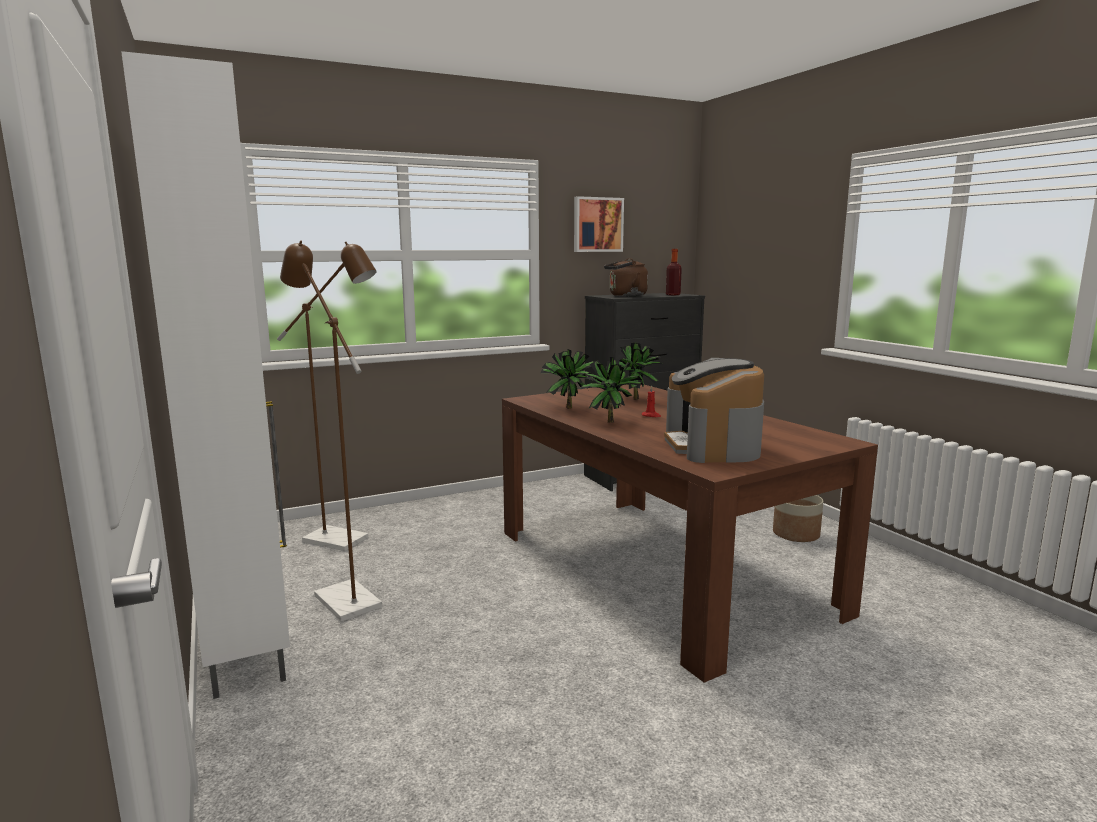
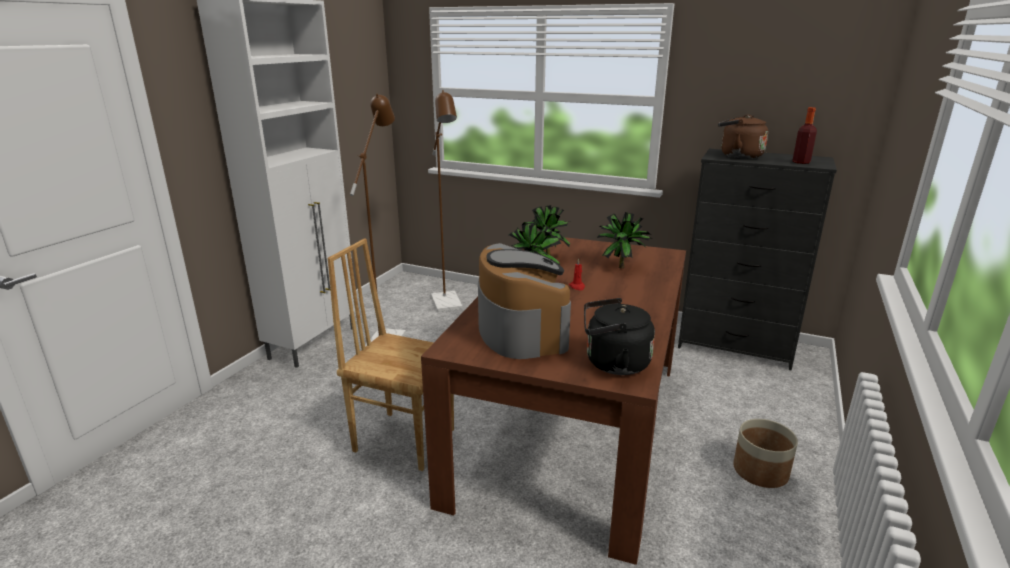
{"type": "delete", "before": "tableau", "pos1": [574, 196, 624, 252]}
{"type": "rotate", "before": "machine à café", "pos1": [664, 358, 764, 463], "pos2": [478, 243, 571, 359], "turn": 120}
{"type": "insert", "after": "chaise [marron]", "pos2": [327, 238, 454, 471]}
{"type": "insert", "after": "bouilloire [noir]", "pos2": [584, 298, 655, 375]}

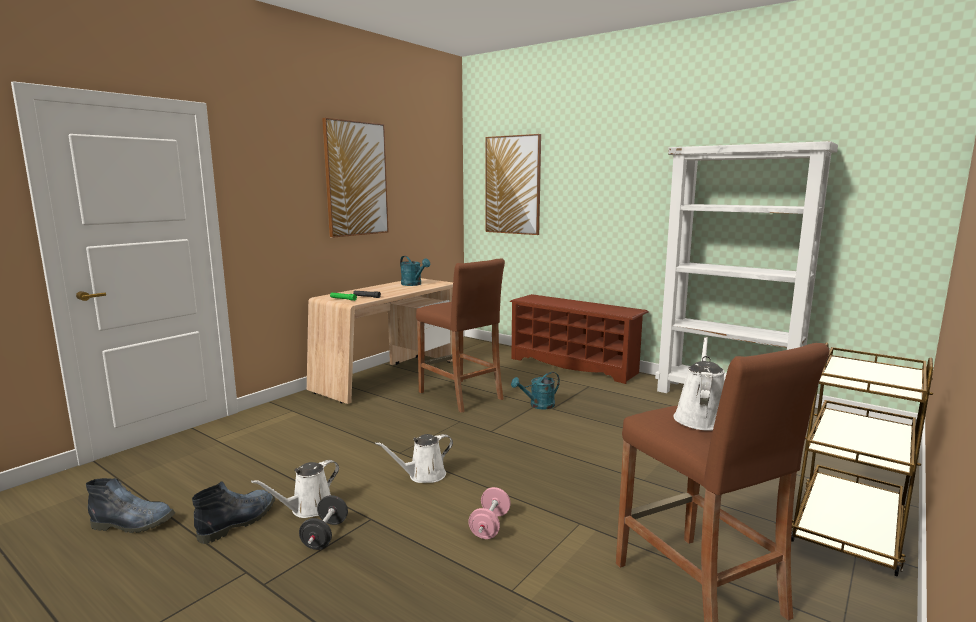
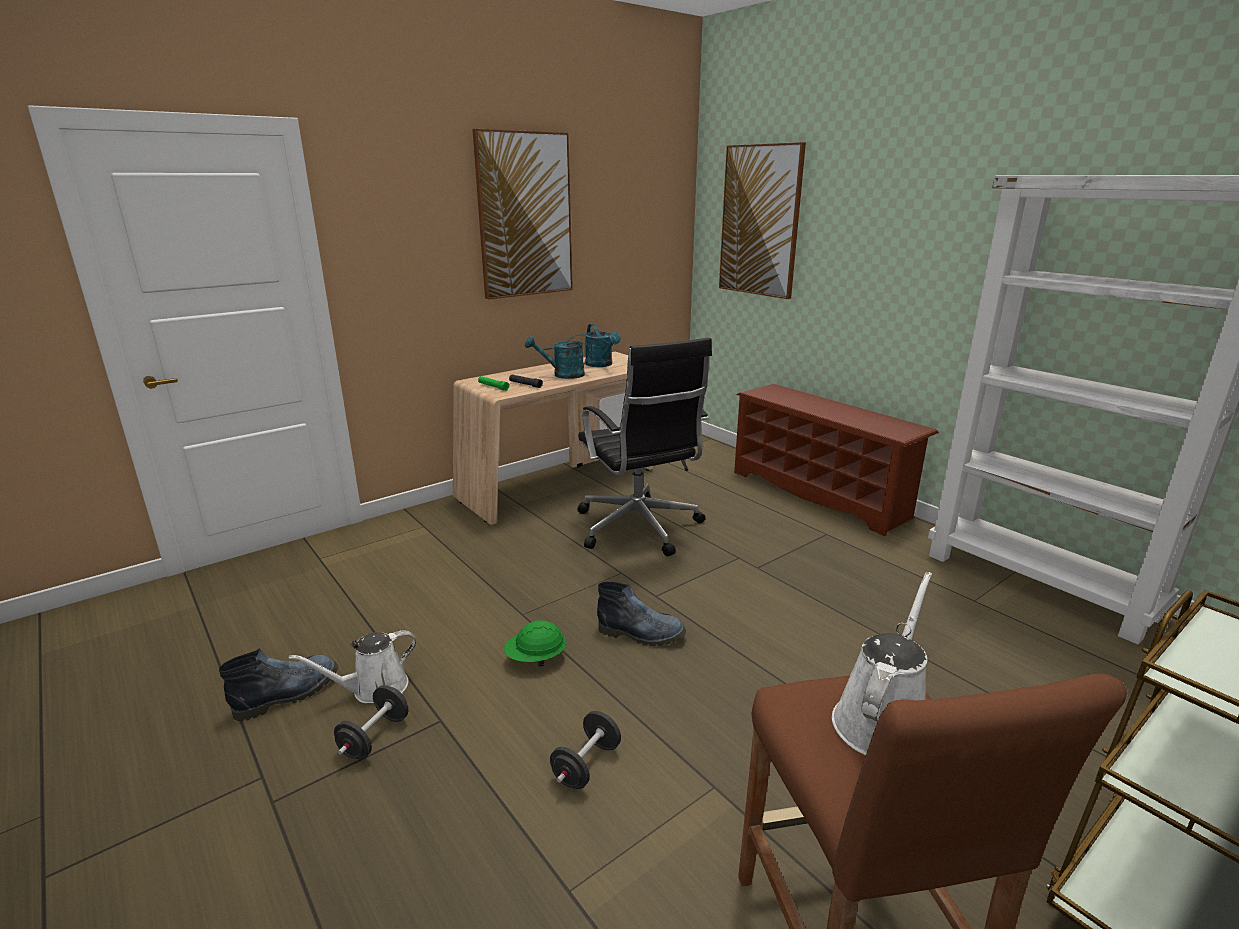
{"type": "replace", "before": "tabouret [marron]", "after": "chaise de bureau [noir]", "pos1": [416, 258, 505, 413], "pos2": [577, 338, 712, 556]}
{"type": "move", "before": "arrosoir [turquoise]", "pos1": [511, 372, 560, 409], "pos2": [525, 334, 592, 379]}
{"type": "replace", "before": "arrosoir [blanc]", "after": "casque de chantier [vert]", "pos1": [375, 434, 453, 483], "pos2": [504, 620, 566, 667]}
{"type": "move", "before": "botte", "pos1": [86, 478, 175, 533], "pos2": [597, 582, 686, 646]}
{"type": "recolor", "before": "haltère [rose]", "after": "haltère [noir]", "pos1": [468, 487, 511, 539], "pos2": [550, 711, 621, 789]}

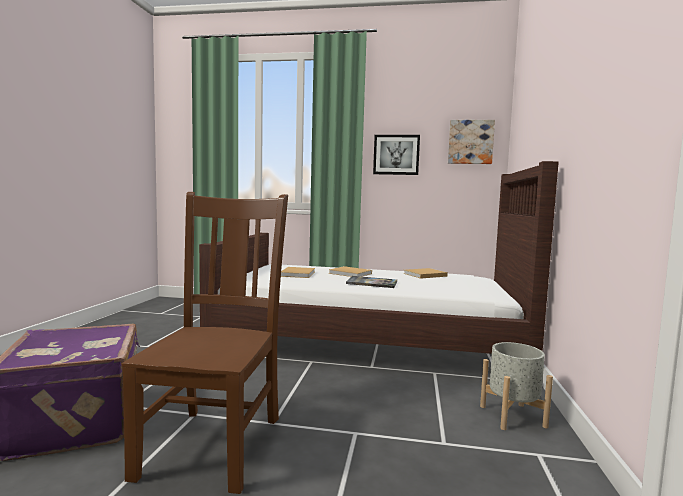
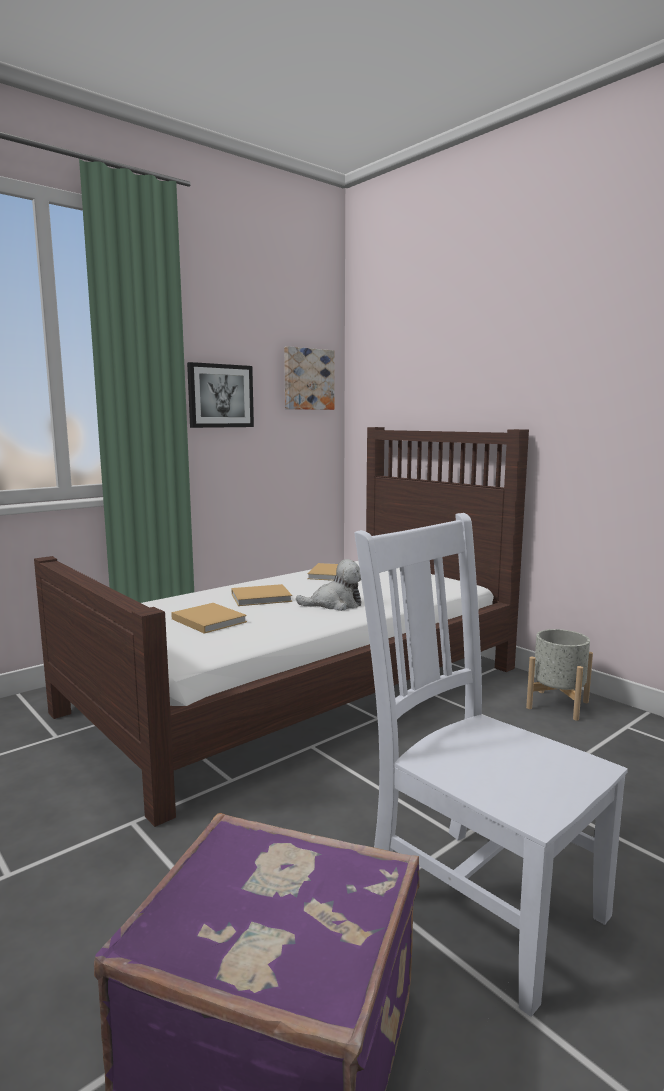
{"type": "recolor", "before": "chaise [marron]", "after": "chaise [blanc]", "pos1": [122, 192, 288, 494], "pos2": [354, 513, 628, 1017]}
{"type": "replace", "before": "livre", "after": "peluche", "pos1": [346, 276, 397, 288], "pos2": [296, 559, 361, 611]}

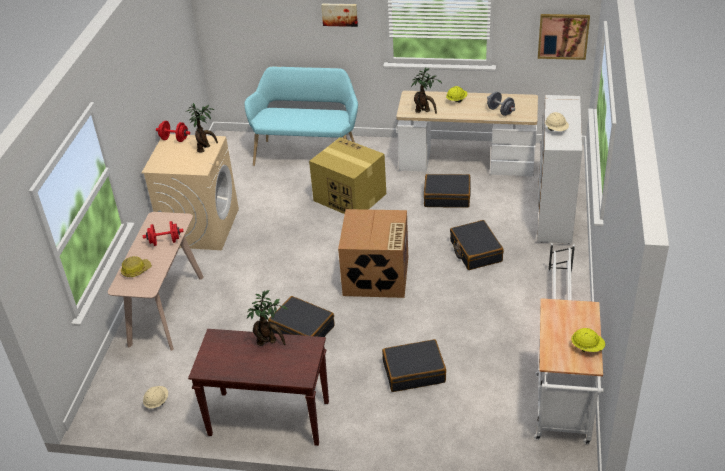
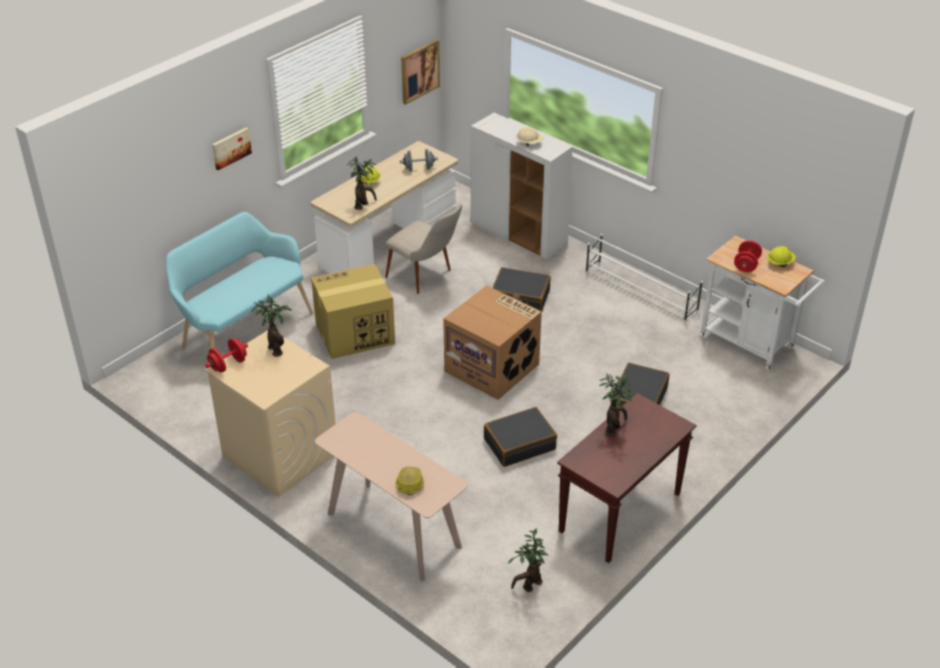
{"type": "replace", "before": "valise [noir]", "after": "chaise [beige]", "pos1": [424, 174, 471, 208], "pos2": [385, 204, 462, 294]}
{"type": "move", "before": "haltère [rouge]", "pos1": [143, 221, 184, 246], "pos2": [734, 240, 762, 272]}
{"type": "replace", "before": "casque de chantier [beige]", "after": "plante en pot", "pos1": [143, 386, 168, 408], "pos2": [508, 528, 548, 592]}

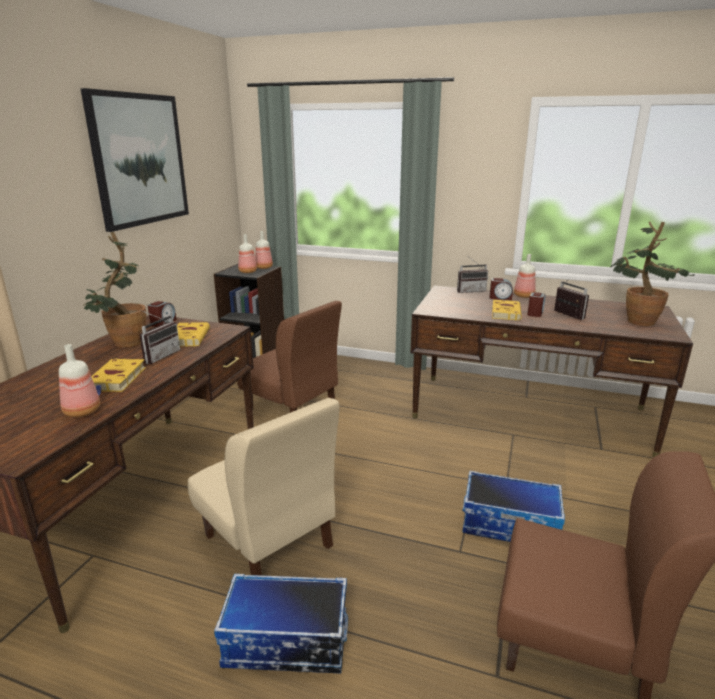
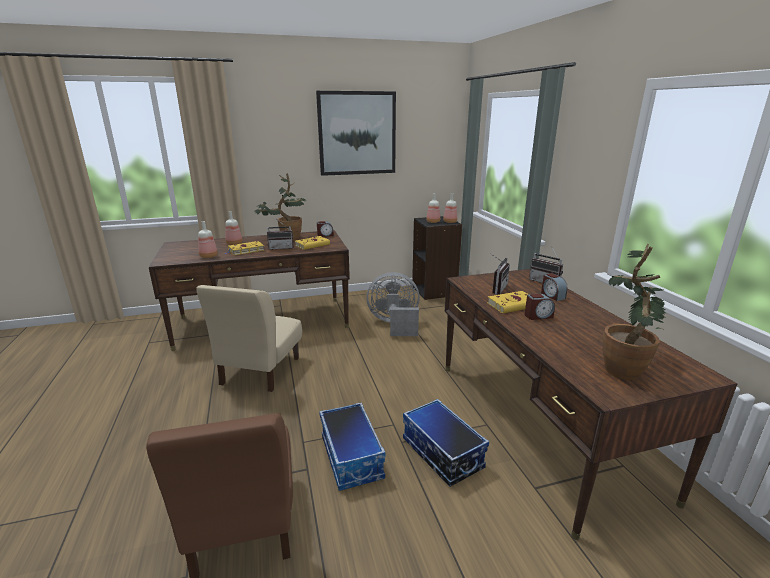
{"type": "move", "before": "bouteille", "pos1": [514, 254, 535, 298], "pos2": [226, 211, 243, 245]}
{"type": "move", "before": "radio", "pos1": [554, 279, 589, 320], "pos2": [490, 253, 510, 295]}
{"type": "replace", "before": "chaise [marron]", "after": "ventilateur [gris]", "pos1": [237, 301, 342, 413], "pos2": [366, 272, 420, 336]}
{"type": "move", "before": "boîte de rangement", "pos1": [214, 574, 348, 673], "pos2": [403, 399, 489, 487]}

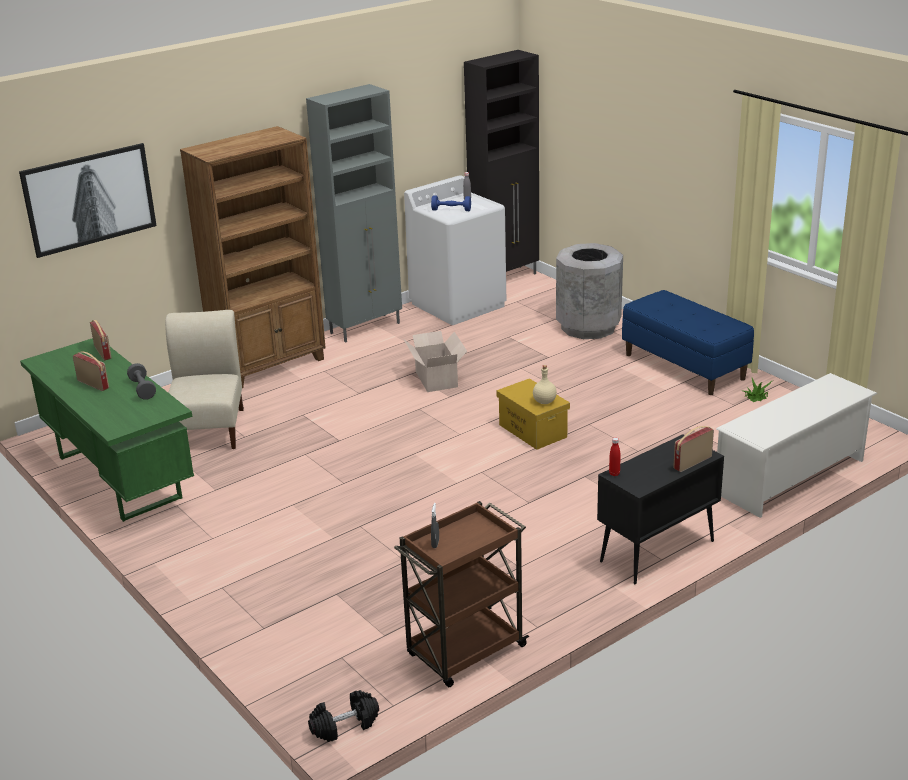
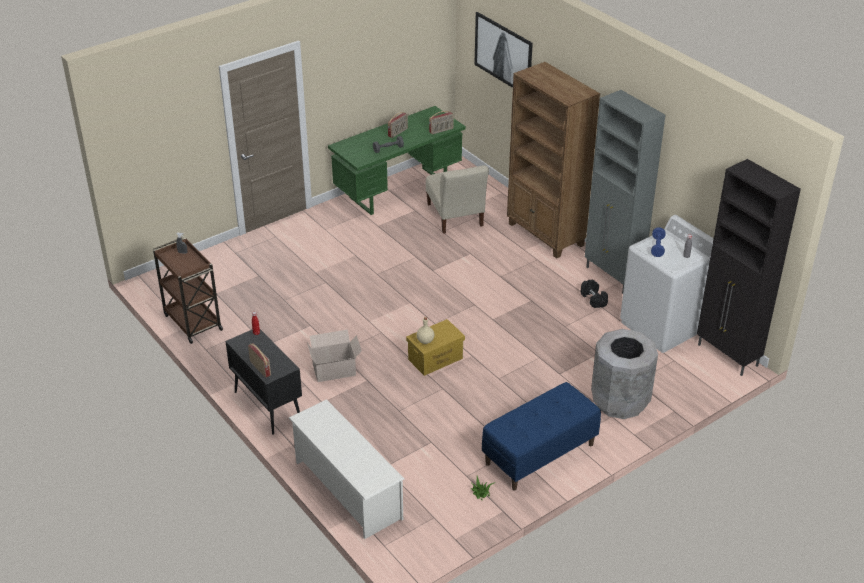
{"type": "rotate", "before": "chaise [beige]", "pos1": [165, 310, 244, 449], "pos2": [426, 165, 489, 234], "turn": 75}
{"type": "move", "before": "carton", "pos1": [404, 331, 467, 392], "pos2": [307, 330, 362, 382]}
{"type": "move", "before": "haltère [noir]", "pos1": [308, 690, 379, 742], "pos2": [581, 280, 608, 308]}

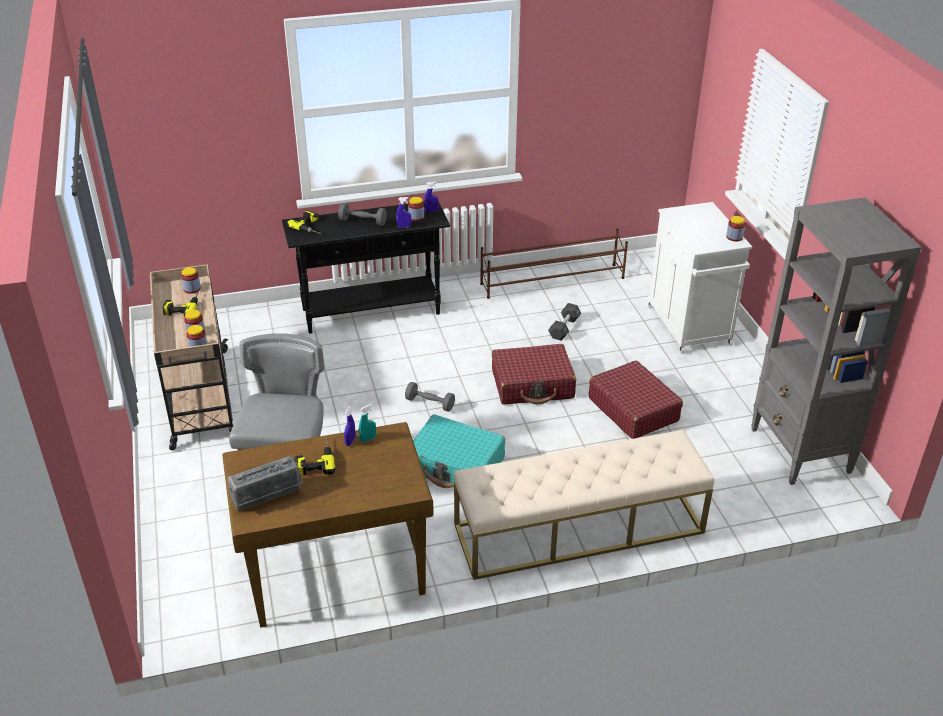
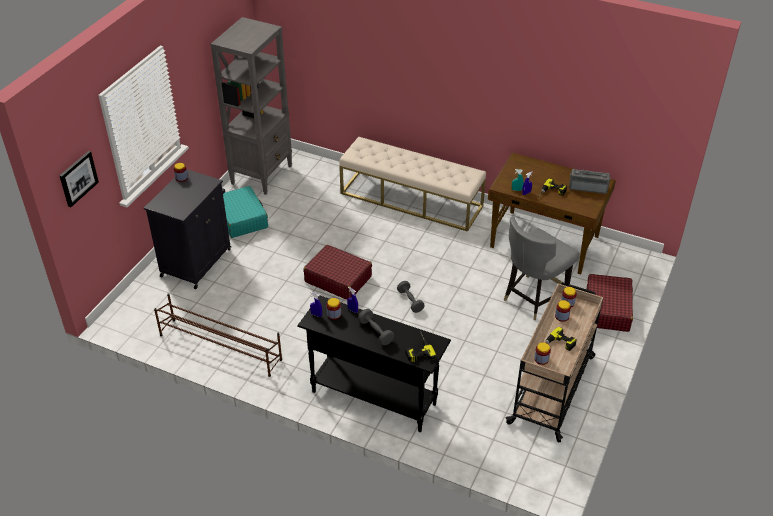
{"type": "recolor", "before": "meuble de rangement [blanc]", "after": "meuble de rangement [noir]", "pos1": [648, 202, 752, 354], "pos2": [144, 169, 231, 289]}
{"type": "delete", "before": "haltère [noir]", "pos1": [548, 303, 581, 341]}
{"type": "move", "before": "valise [rouge]", "pos1": [589, 360, 683, 439], "pos2": [587, 274, 633, 332]}
{"type": "move", "before": "valise [turquoise]", "pos1": [413, 414, 505, 488], "pos2": [223, 186, 268, 238]}
{"type": "insert", "after": "tableau", "pos2": [59, 151, 99, 207]}

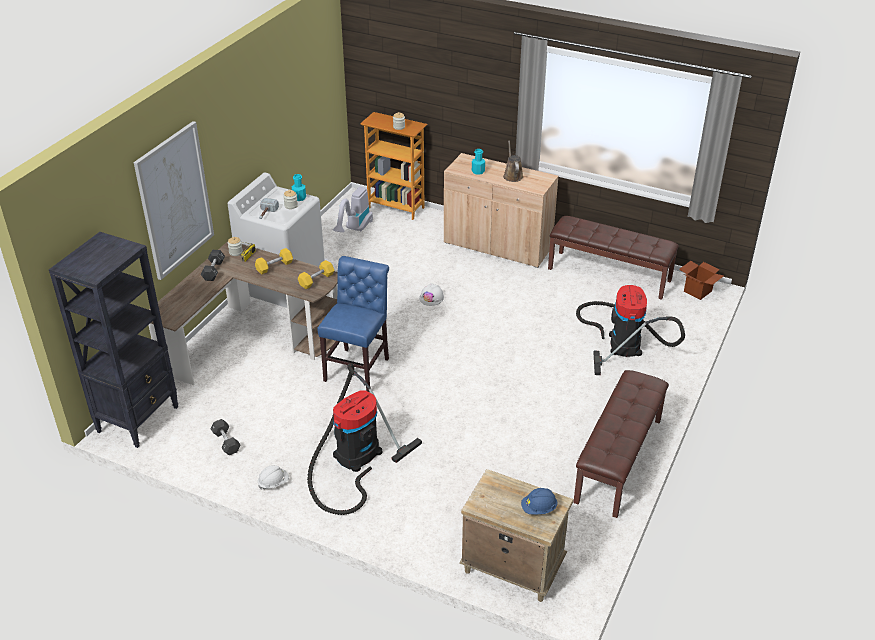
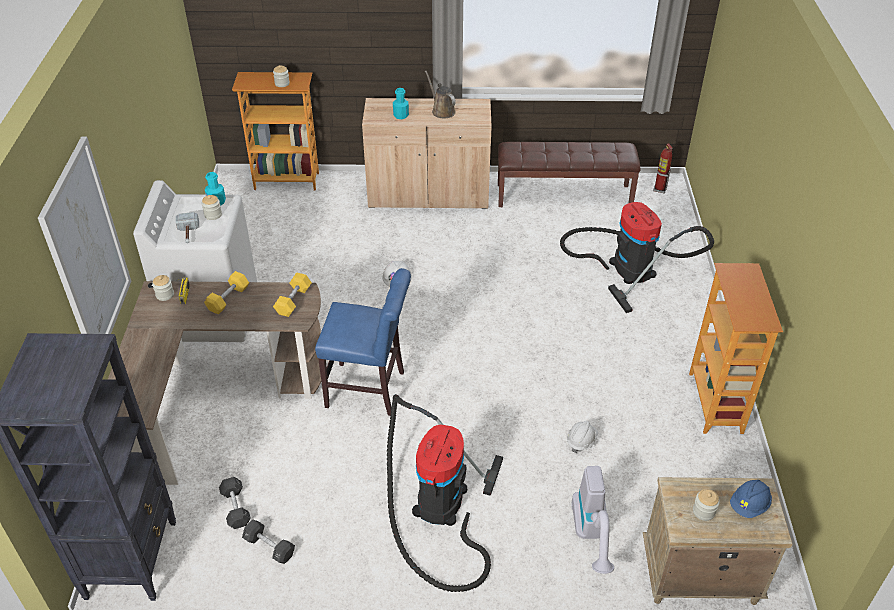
{"type": "move", "before": "aspirateur", "pos1": [332, 187, 373, 232], "pos2": [571, 466, 614, 574]}
{"type": "move", "before": "haltère [noir]", "pos1": [201, 250, 225, 281], "pos2": [219, 477, 251, 529]}
{"type": "rotate", "before": "chaise [bleu]", "pos1": [317, 256, 389, 392], "pos2": [315, 268, 411, 416], "turn": 105}
{"type": "replace", "before": "carton", "after": "extincteur", "pos1": [679, 261, 724, 300], "pos2": [653, 144, 673, 194]}
{"type": "replace", "before": "banc [marron]", "after": "bibliothèque", "pos1": [573, 370, 669, 518], "pos2": [689, 263, 783, 434]}
{"type": "move", "before": "casque de chantier [blanc]", "pos1": [258, 465, 289, 489], "pos2": [567, 421, 598, 453]}
{"type": "insert", "after": "bocal", "pos2": [693, 489, 720, 521]}

